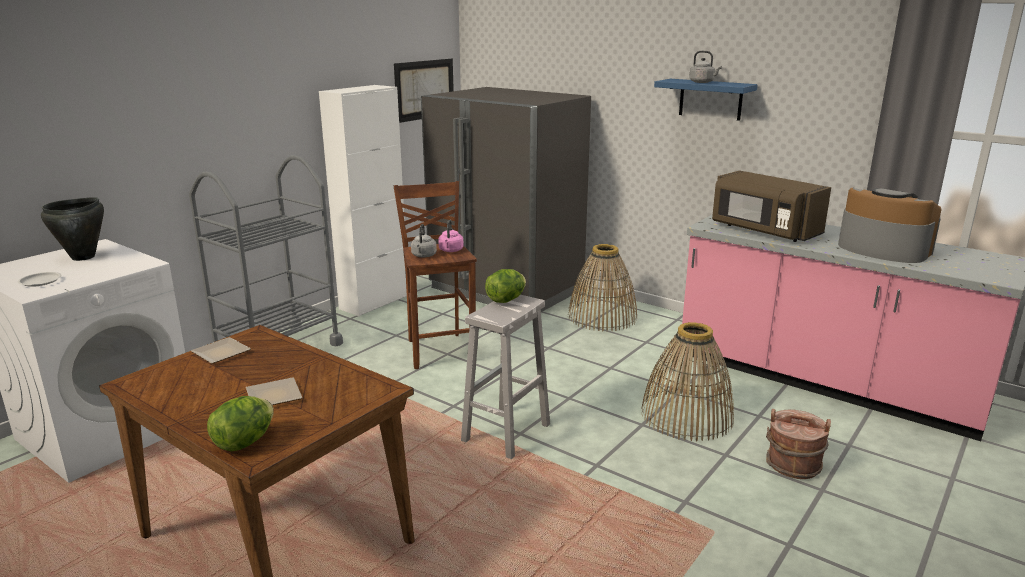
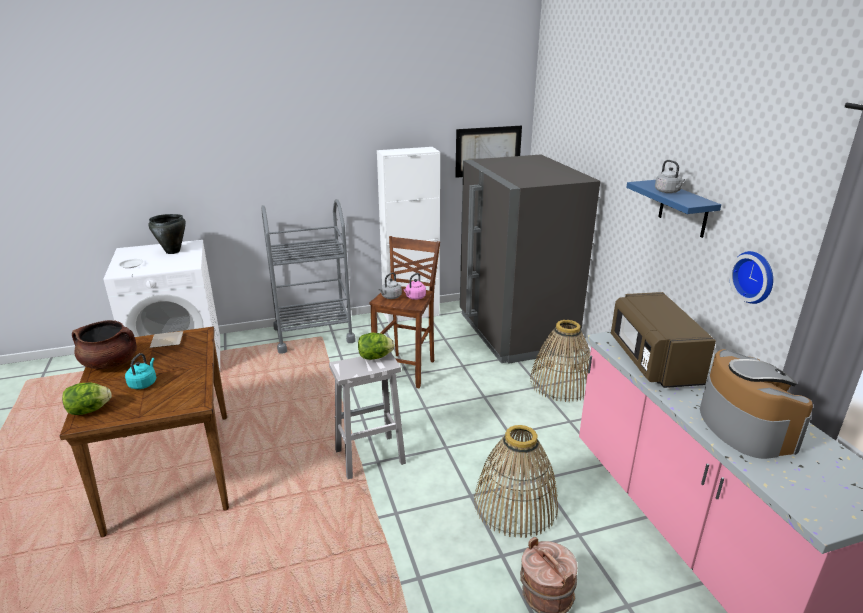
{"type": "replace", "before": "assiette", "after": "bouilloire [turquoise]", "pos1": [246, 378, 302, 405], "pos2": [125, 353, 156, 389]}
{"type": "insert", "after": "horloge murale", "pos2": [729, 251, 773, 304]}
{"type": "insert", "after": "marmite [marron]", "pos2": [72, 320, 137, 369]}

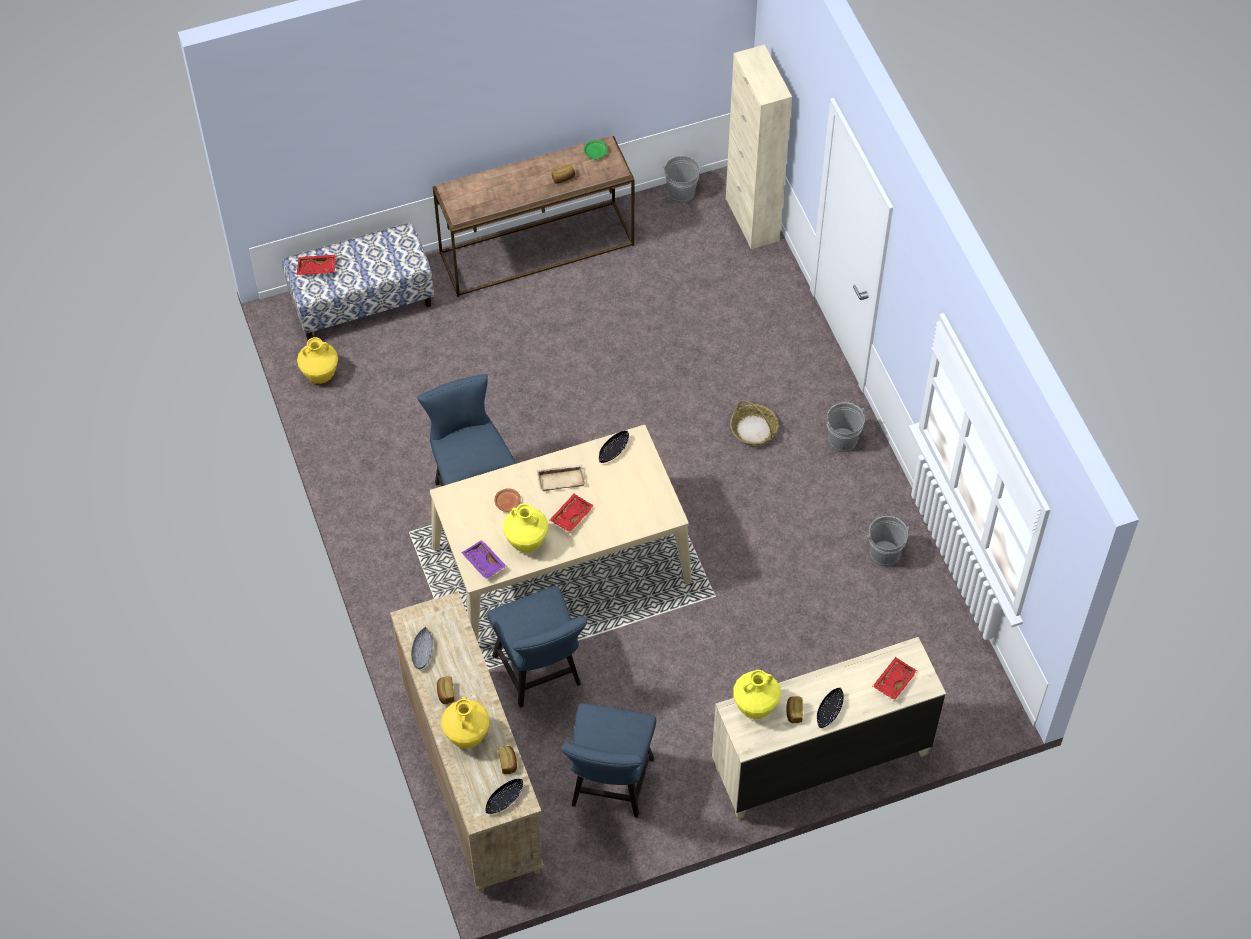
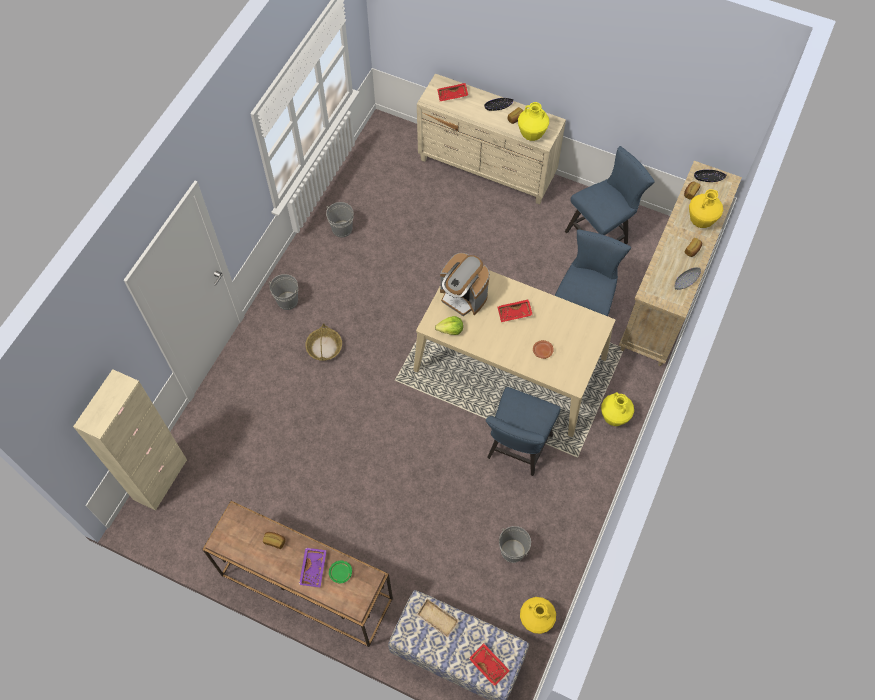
{"type": "move", "before": "assiette [vert]", "pos1": [584, 140, 608, 159], "pos2": [329, 561, 352, 584]}
{"type": "move", "before": "seau [gris]", "pos1": [662, 155, 703, 203], "pos2": [499, 526, 531, 563]}
{"type": "replace", "before": "bol [noir]", "after": "laitue", "pos1": [599, 431, 629, 463], "pos2": [435, 316, 463, 335]}
{"type": "move", "before": "plateau [beige]", "pos1": [537, 465, 585, 491], "pos2": [416, 598, 459, 638]}
{"type": "move", "before": "vase [jaune]", "pos1": [503, 504, 548, 552], "pos2": [601, 392, 634, 426]}
{"type": "move", "before": "plateau [violet]", "pos1": [461, 540, 506, 579], "pos2": [299, 548, 327, 587]}
{"type": "insert", "after": "machine à café", "pos2": [440, 253, 490, 316]}

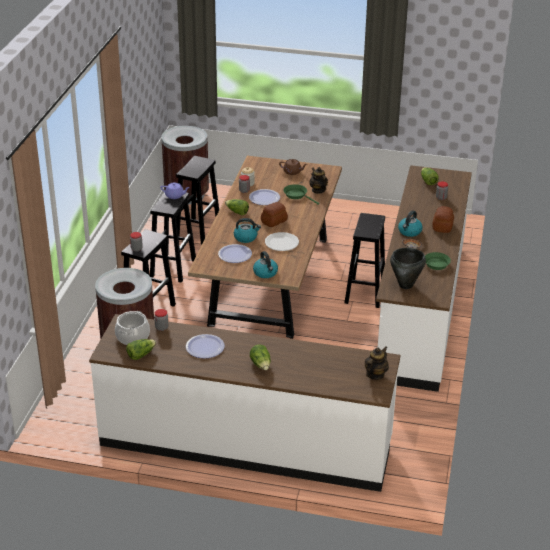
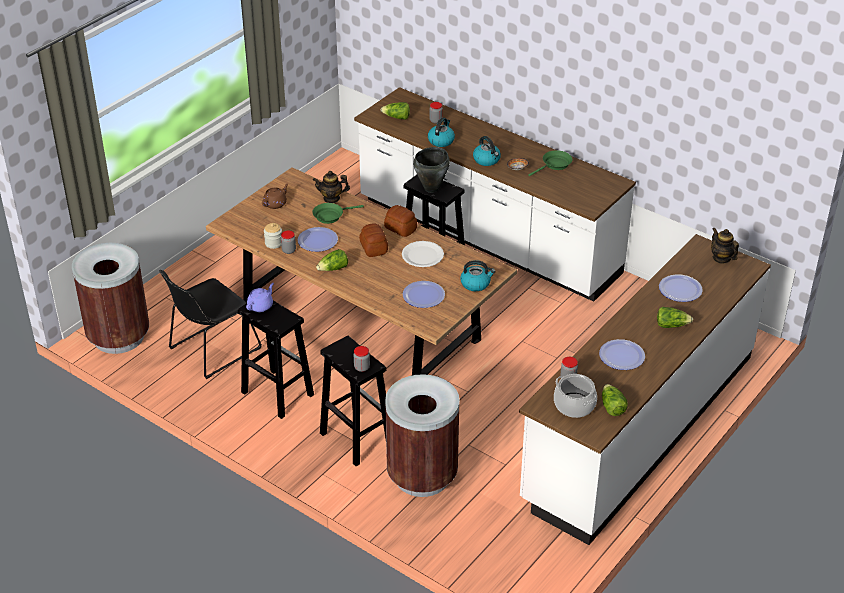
{"type": "replace", "before": "tabouret [noir]", "after": "chaise [noir]", "pos1": [176, 156, 219, 245], "pos2": [159, 270, 262, 379]}
{"type": "move", "before": "pain", "pos1": [432, 206, 454, 233], "pos2": [384, 205, 417, 237]}
{"type": "move", "before": "bouilloire", "pos1": [234, 218, 261, 243], "pos2": [428, 117, 455, 147]}
{"type": "move", "before": "marmite [noir]", "pos1": [390, 248, 426, 289], "pos2": [413, 147, 450, 193]}
{"type": "insert", "after": "assiette", "pos2": [659, 274, 703, 302]}

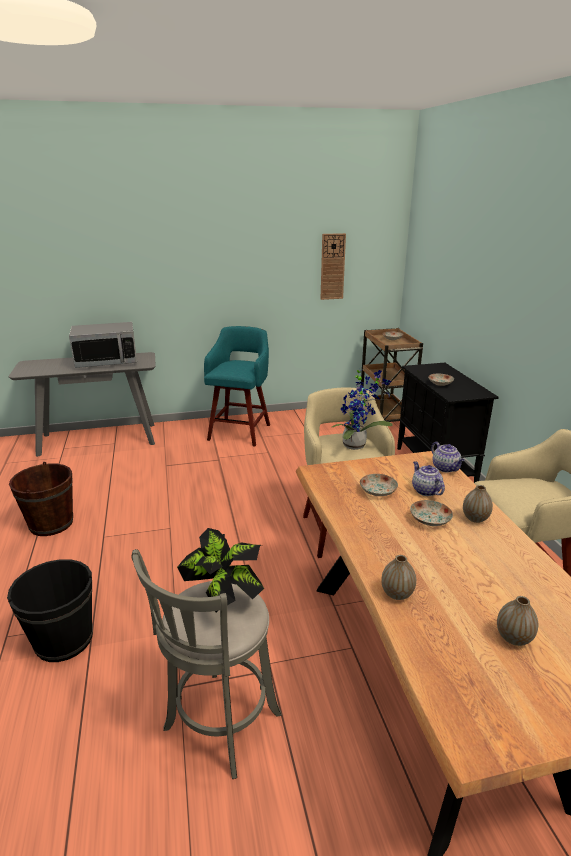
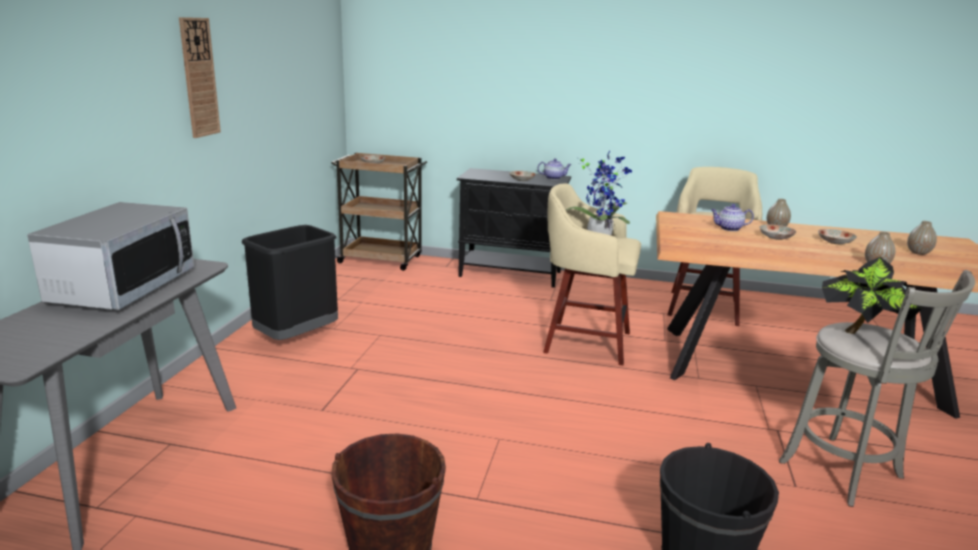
{"type": "move", "before": "horloge murale", "pos1": [321, 233, 346, 300], "pos2": [179, 17, 221, 138]}
{"type": "replace", "before": "tabouret [turquoise]", "after": "poubelle [noir]", "pos1": [204, 326, 270, 447], "pos2": [242, 225, 338, 340]}
{"type": "move", "before": "théière", "pos1": [431, 442, 465, 473], "pos2": [538, 158, 571, 180]}
{"type": "move", "before": "assiette", "pos1": [360, 474, 398, 496], "pos2": [818, 229, 857, 245]}

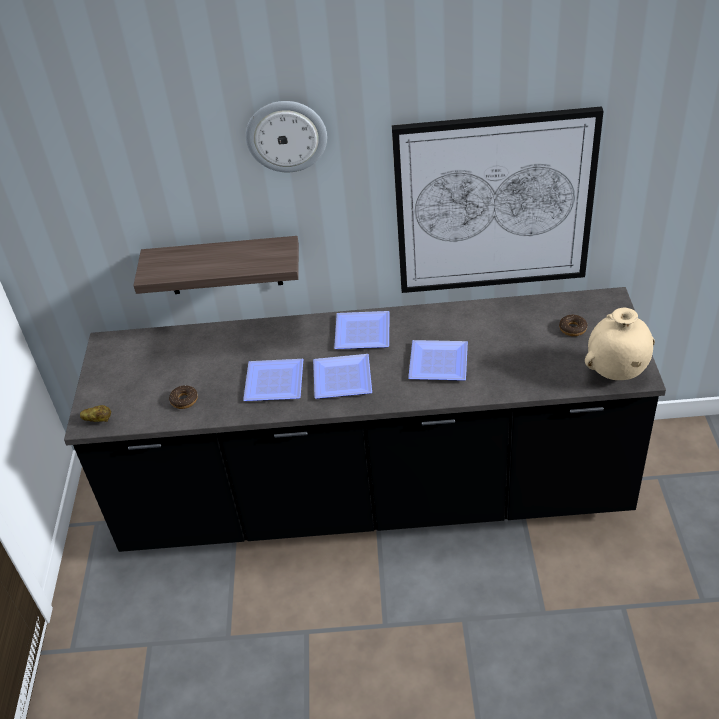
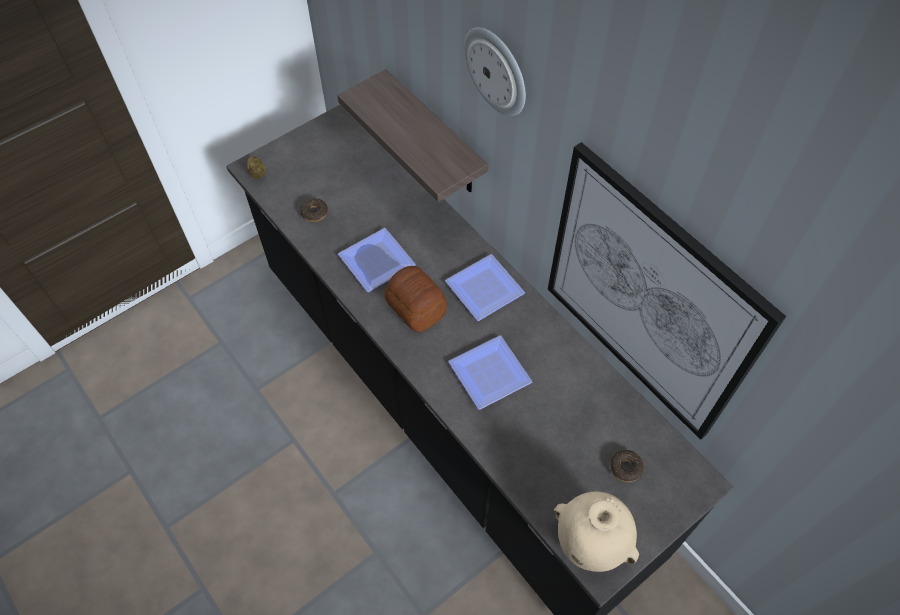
{"type": "replace", "before": "assiette", "after": "pain", "pos1": [313, 354, 372, 399], "pos2": [385, 266, 447, 332]}

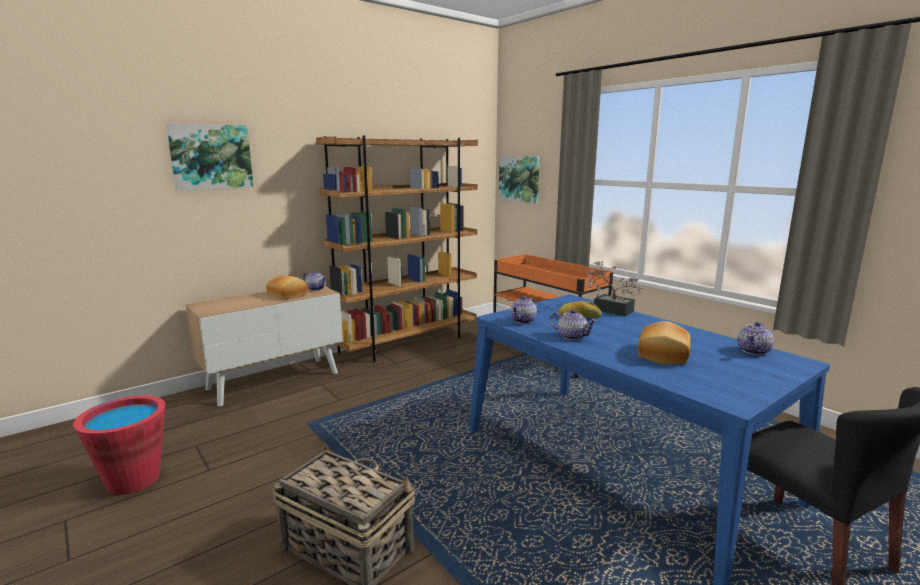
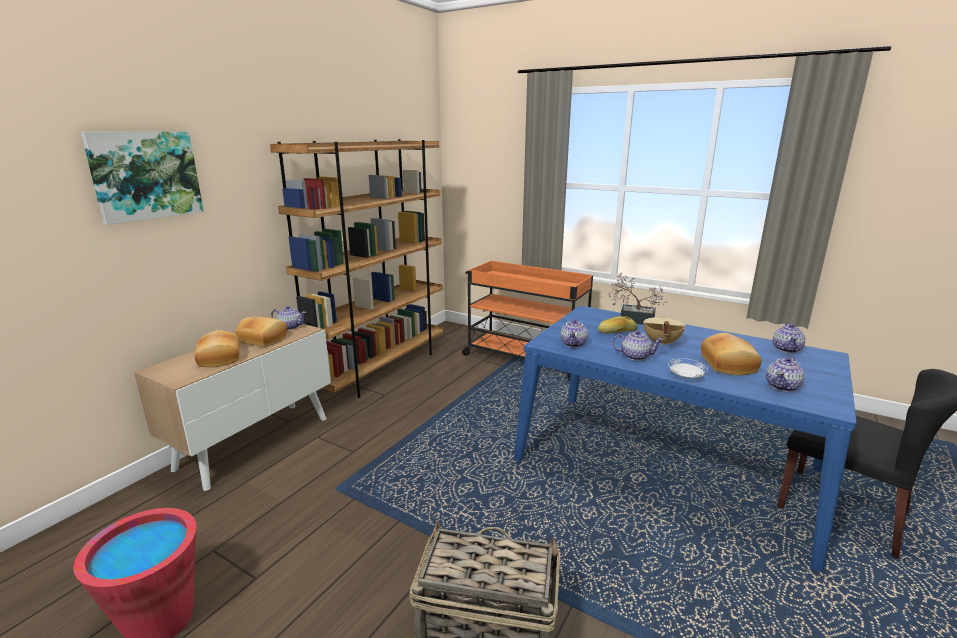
{"type": "delete", "before": "tableau", "pos1": [499, 156, 540, 204]}
{"type": "insert", "after": "marmite [beige]", "pos2": [643, 316, 685, 346]}
{"type": "insert", "after": "pain", "pos2": [194, 330, 240, 367]}
{"type": "insert", "after": "théière", "pos2": [766, 357, 805, 392]}
{"type": "insert", "after": "assiette [blanc]", "pos2": [668, 358, 708, 378]}

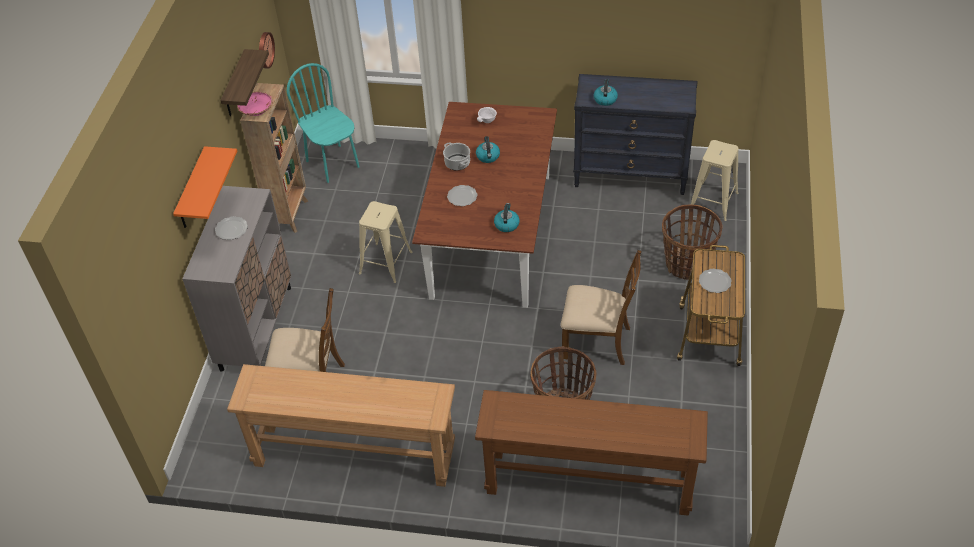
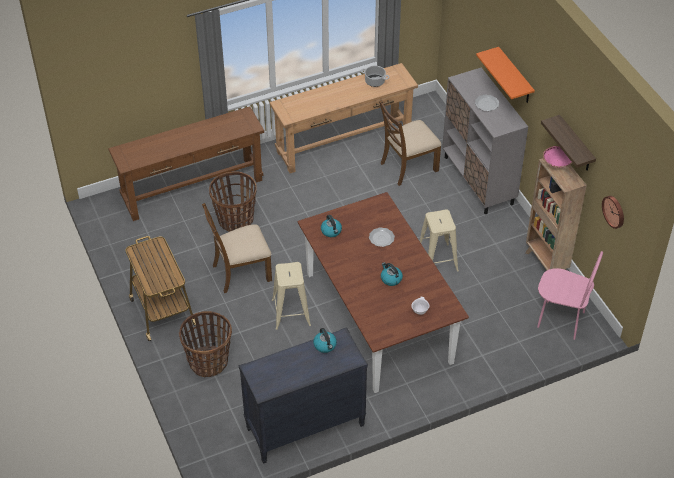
{"type": "recolor", "before": "chaise [turquoise]", "after": "chaise [rose]", "pos1": [287, 63, 360, 183], "pos2": [537, 251, 603, 340]}
{"type": "move", "before": "tabouret [beige]", "pos1": [691, 140, 739, 221], "pos2": [272, 262, 311, 330]}
{"type": "move", "before": "marmite", "pos1": [443, 143, 470, 170], "pos2": [361, 65, 389, 87]}
{"type": "delete", "before": "assiette", "pos1": [699, 269, 732, 293]}

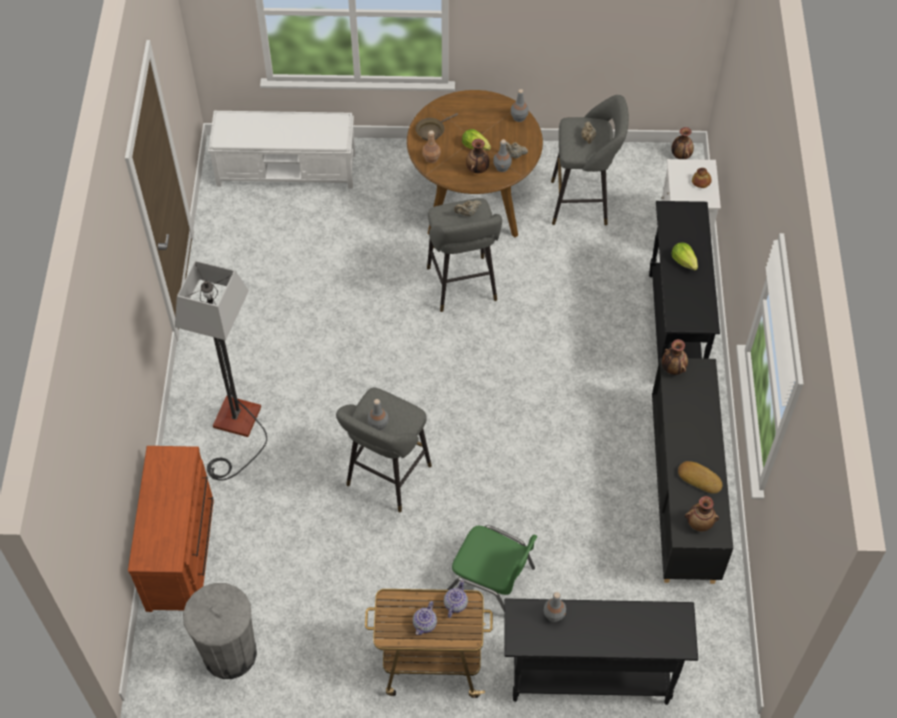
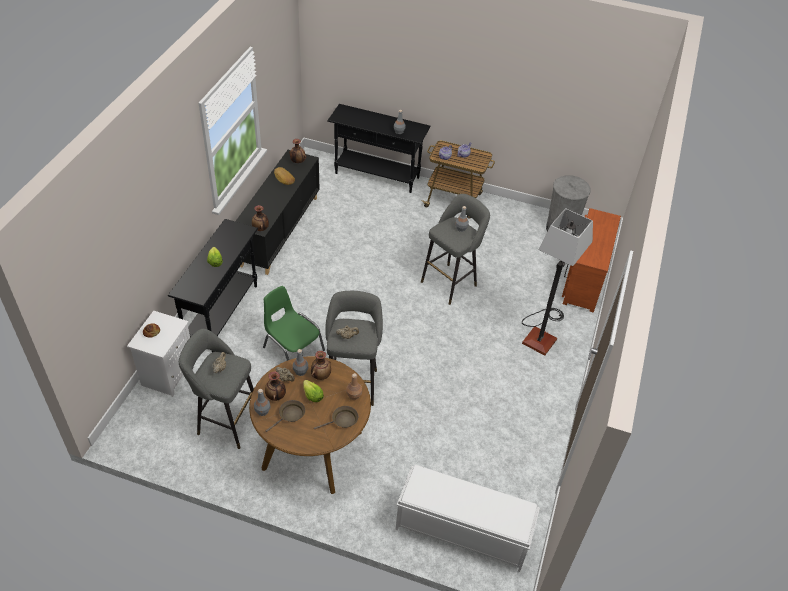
{"type": "move", "before": "vase", "pos1": [671, 127, 694, 159], "pos2": [265, 371, 286, 401]}
{"type": "move", "before": "chaise [vert]", "pos1": [447, 525, 537, 612], "pos2": [263, 286, 325, 361]}
{"type": "insert", "after": "poêle [marron]", "pos2": [266, 400, 305, 432]}

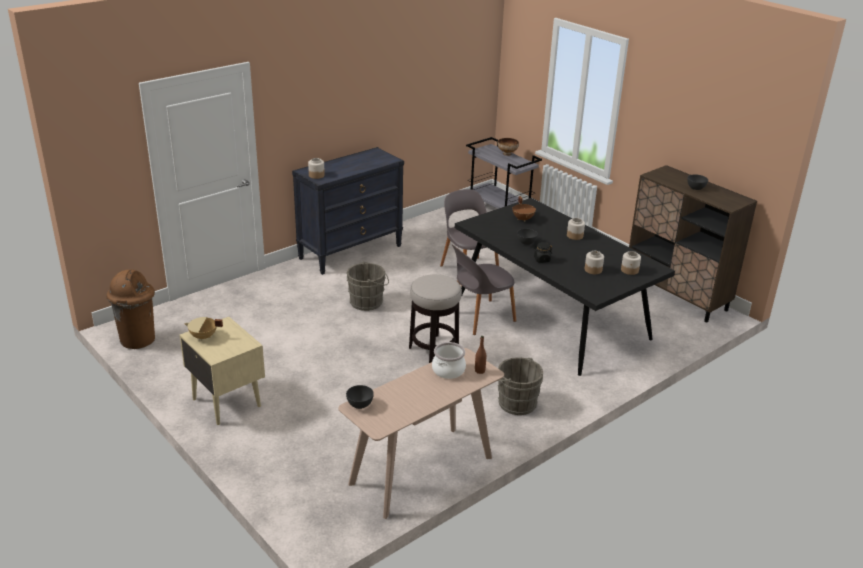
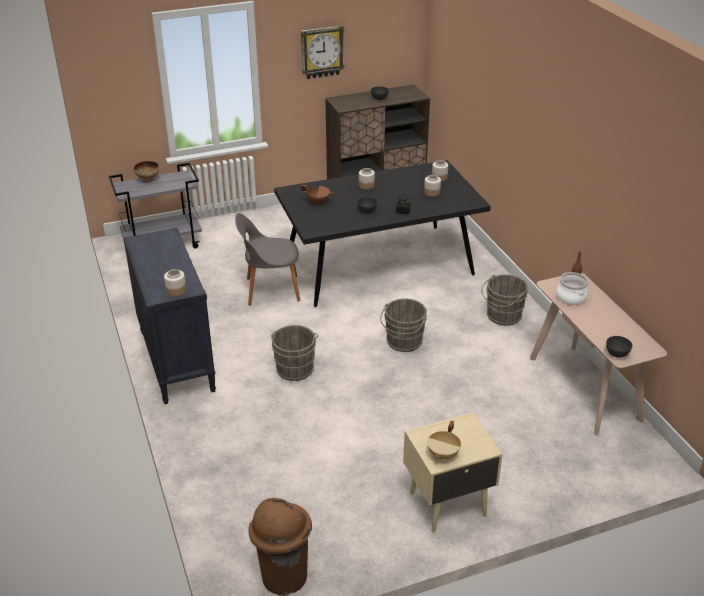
{"type": "delete", "before": "chaise [gris]", "pos1": [452, 244, 516, 335]}
{"type": "replace", "before": "tabouret", "after": "seau [gris]", "pos1": [409, 274, 462, 363], "pos2": [380, 299, 427, 352]}
{"type": "insert", "after": "horloge murale", "pos2": [301, 25, 345, 79]}

